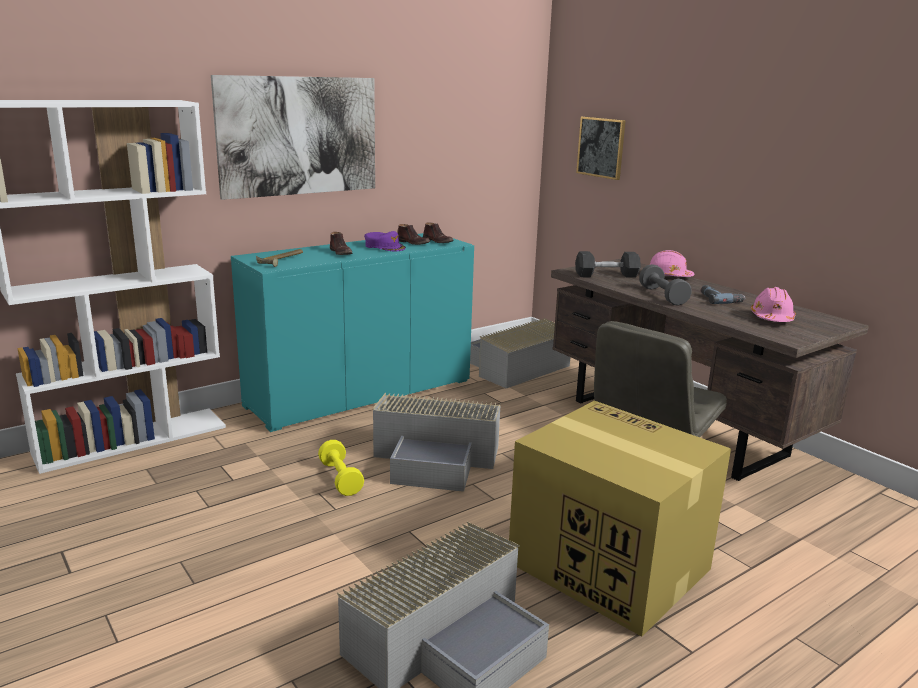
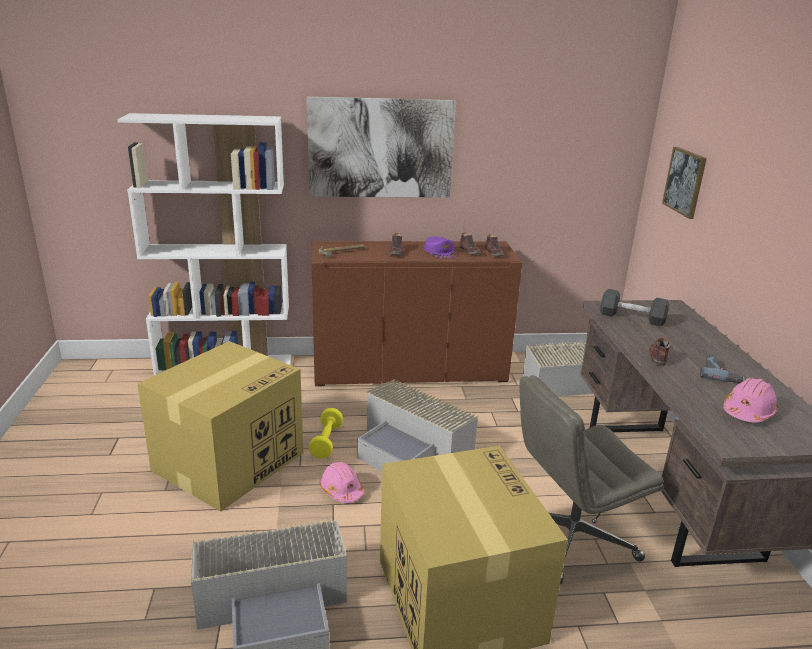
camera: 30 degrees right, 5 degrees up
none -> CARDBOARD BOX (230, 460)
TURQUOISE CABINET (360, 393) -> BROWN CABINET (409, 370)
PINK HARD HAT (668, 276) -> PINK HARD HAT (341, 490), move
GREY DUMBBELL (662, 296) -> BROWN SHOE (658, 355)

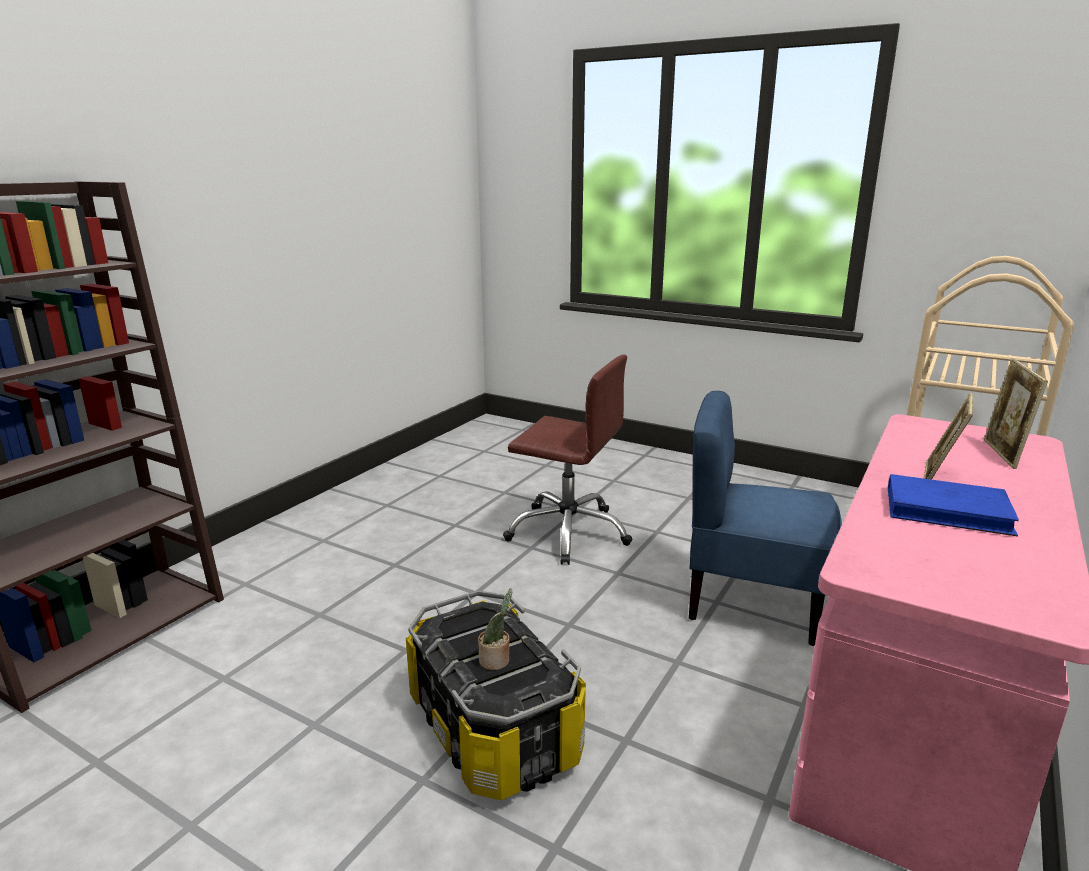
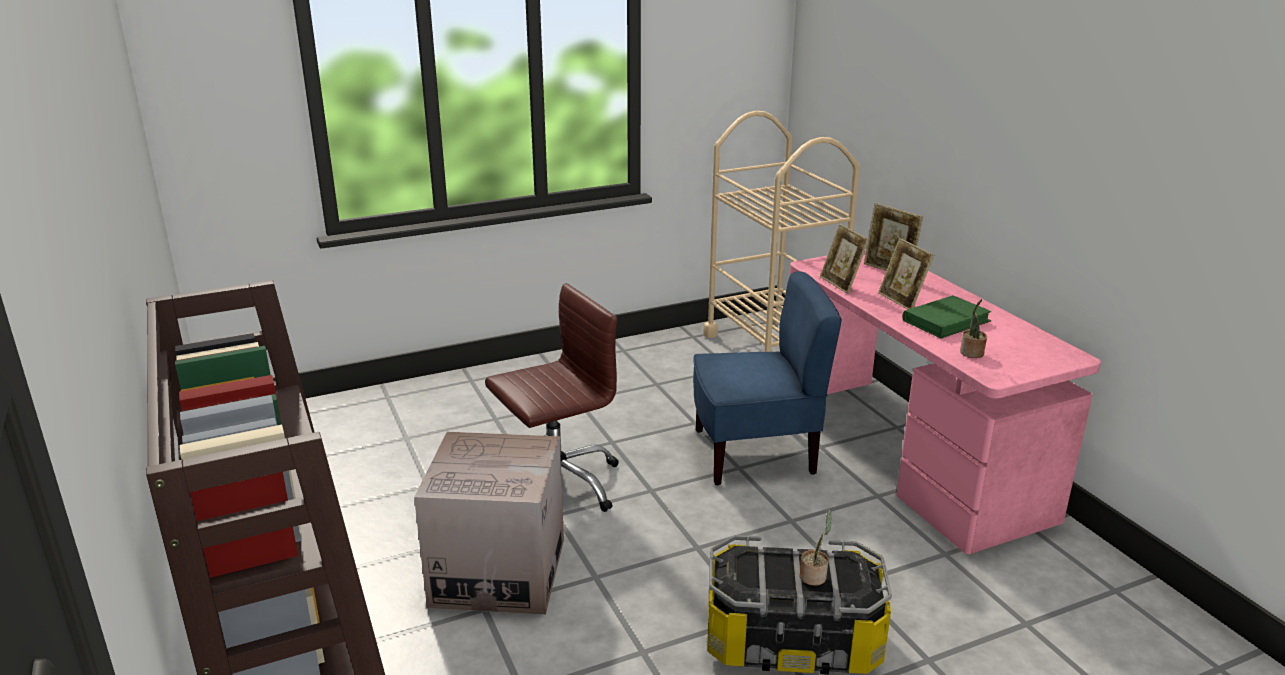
camera: 55 degrees left, 5 degrees up
none -> CARDBOARD BOX (498, 572)
BLUE CHAIR (752, 602) -> BLUE CHAIR (755, 453), 150 degrees counterclockwise
none -> PICTURE FRAME (841, 284)
BLUE BOOK (947, 511) -> GREEN BOOK (946, 321)
none -> POTTED PLANT (971, 353)

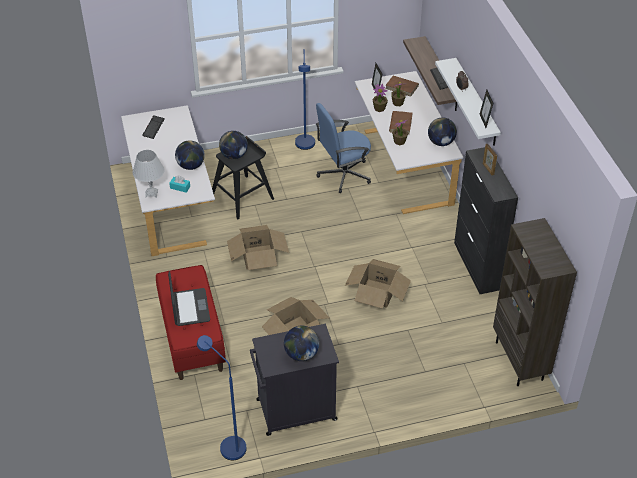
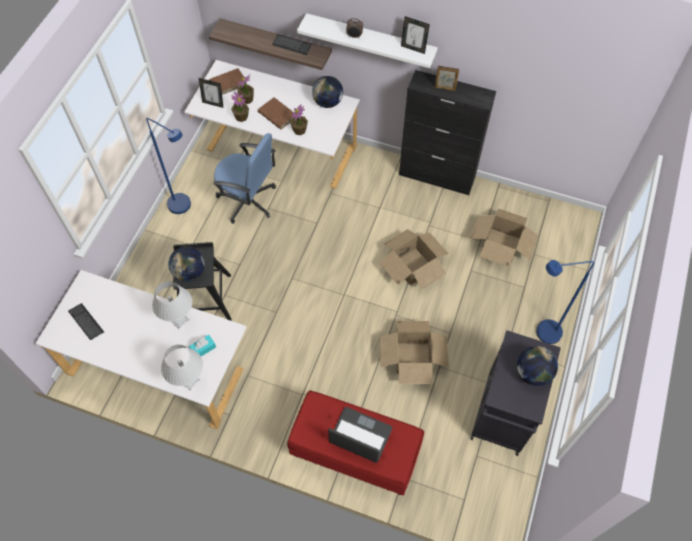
camera: 55 degrees left, 15 degrees up
GLOBE (191, 166) -> WHITE TABLE LAMP (179, 320)
BLUE OFFICE CHAIR (343, 174) -> BLUE OFFICE CHAIR (248, 200), 75 degrees counterclockwise
CARDBOARD BOX (258, 257) -> CARDBOARD BOX (501, 245), move
BLUE FLOOR LAMP (228, 444) -> BLUE FLOOR LAMP (541, 333), move
BROWN BOOKCASE (520, 361) -> none

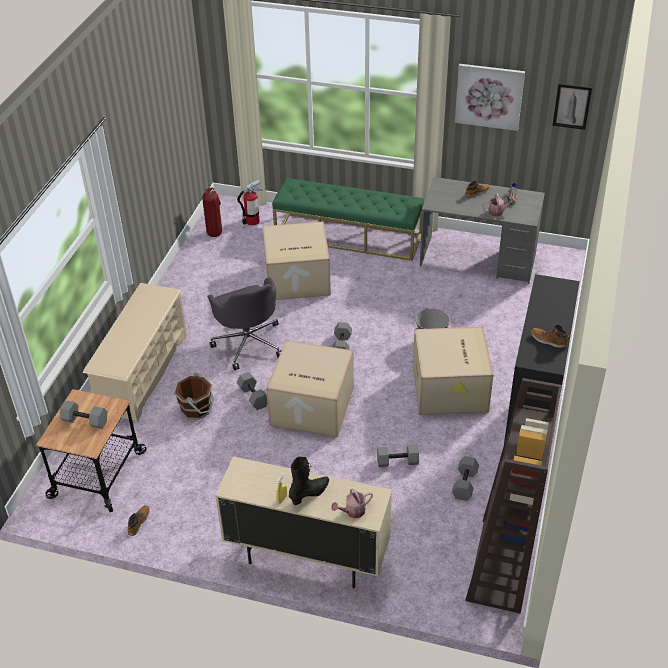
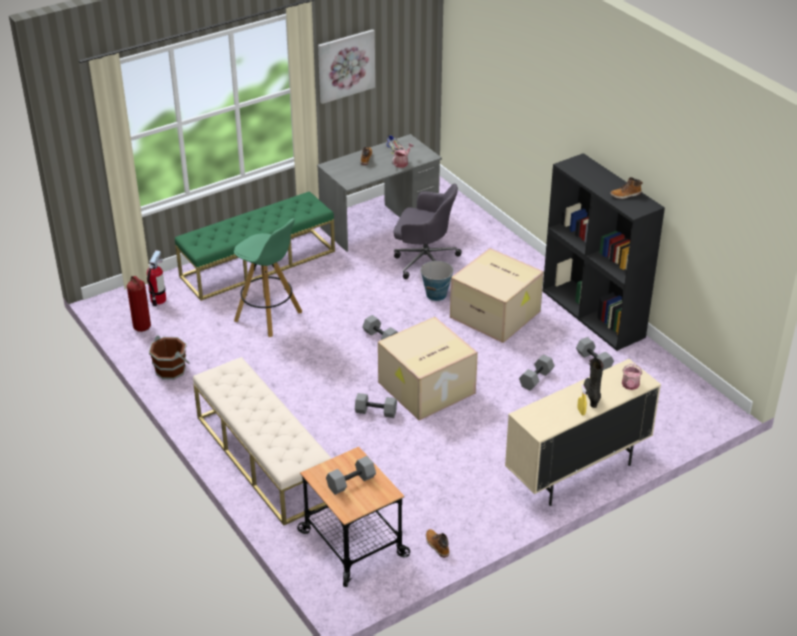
camera: 50 degrees left, 5 degrees down
BROWN BUCKET (197, 408) -> BROWN BUCKET (171, 370), move
BEIGE SHOE RACK (143, 373) -> BEIGE BENCH (263, 458)
CARDBOARD BOX (296, 279) -> GREEN STOOL (269, 317)
GREY OFFICE CHAIR (248, 343) -> GREY OFFICE CHAIR (424, 261), move
BROWN BOOKCASE (502, 565) -> none
PICTURE (572, 106) -> none

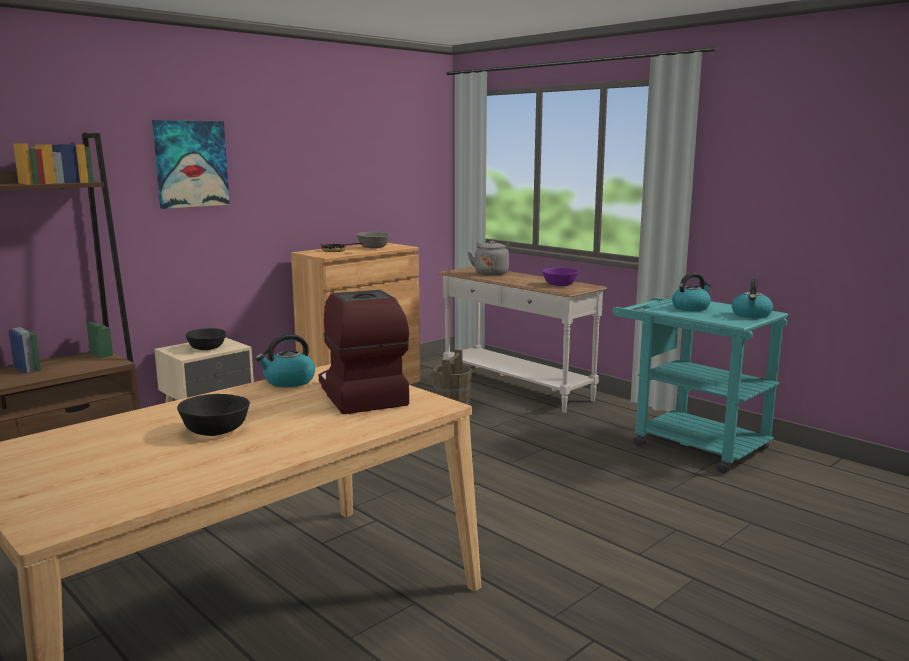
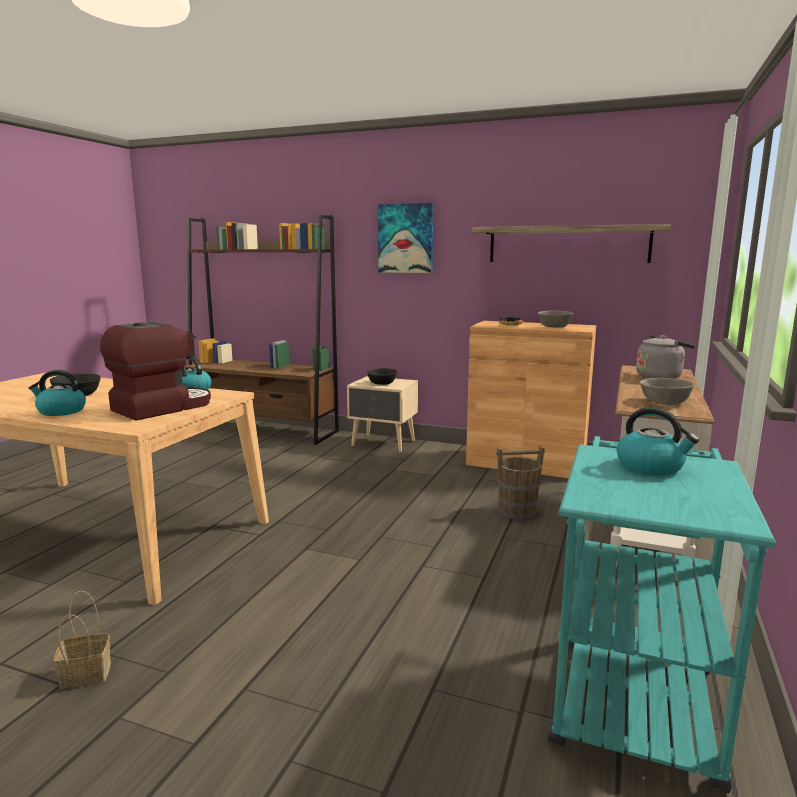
camera: 65 degrees right, 0 degrees up
KETTLE (751, 315) -> KETTLE (60, 411), move
none -> BASKET (84, 675)
none -> SHELF (568, 244)
PURPLE BOWL (559, 285) -> GREY BOWL (664, 402)

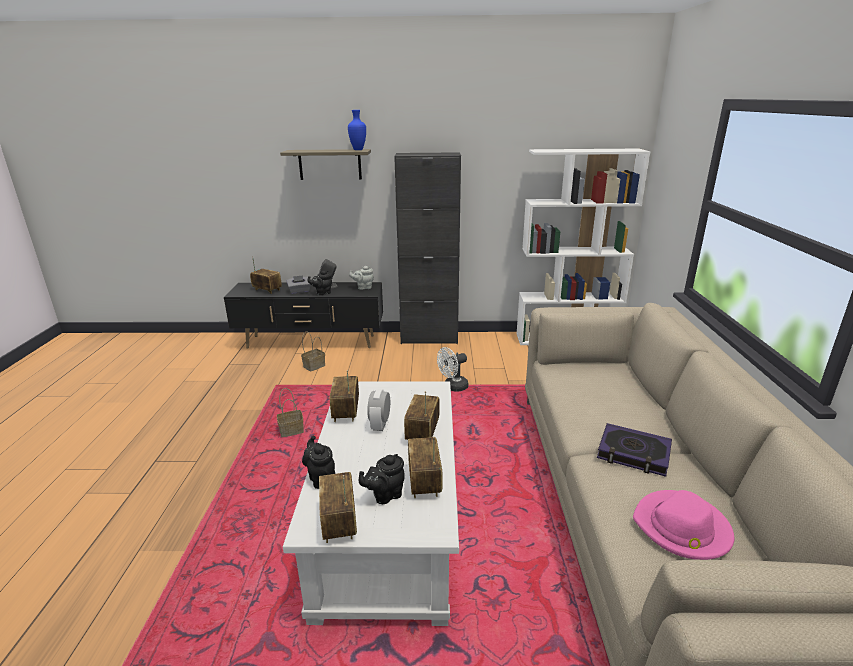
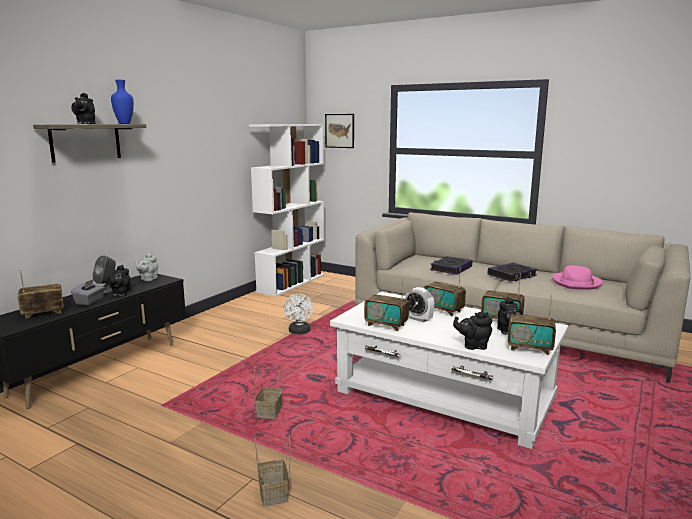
camera: 60 degrees left, 10 degrees down
none -> BLACK TEAPOT (85, 124)
BASKET (314, 366) -> BASKET (274, 494), move
none -> PICTURE (339, 131)
none -> BOOK (451, 268)
BLACK CABINET (429, 338) -> none

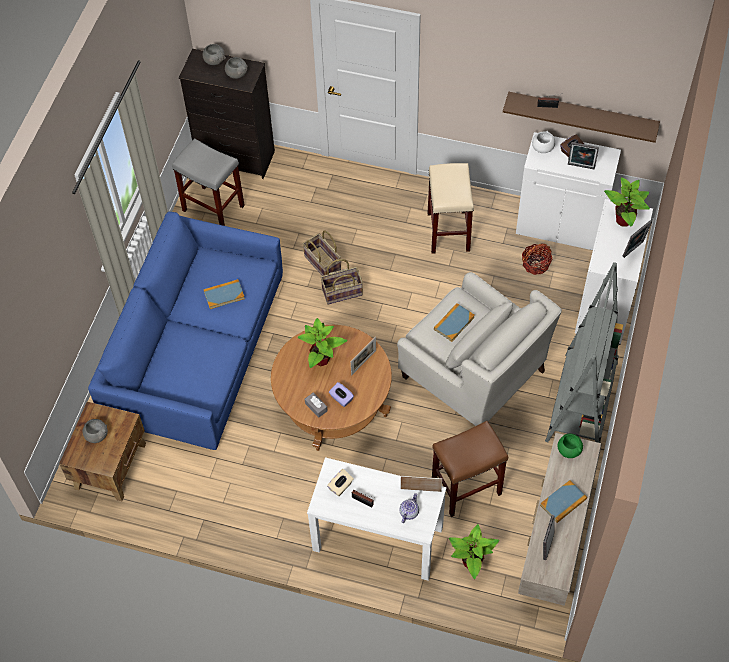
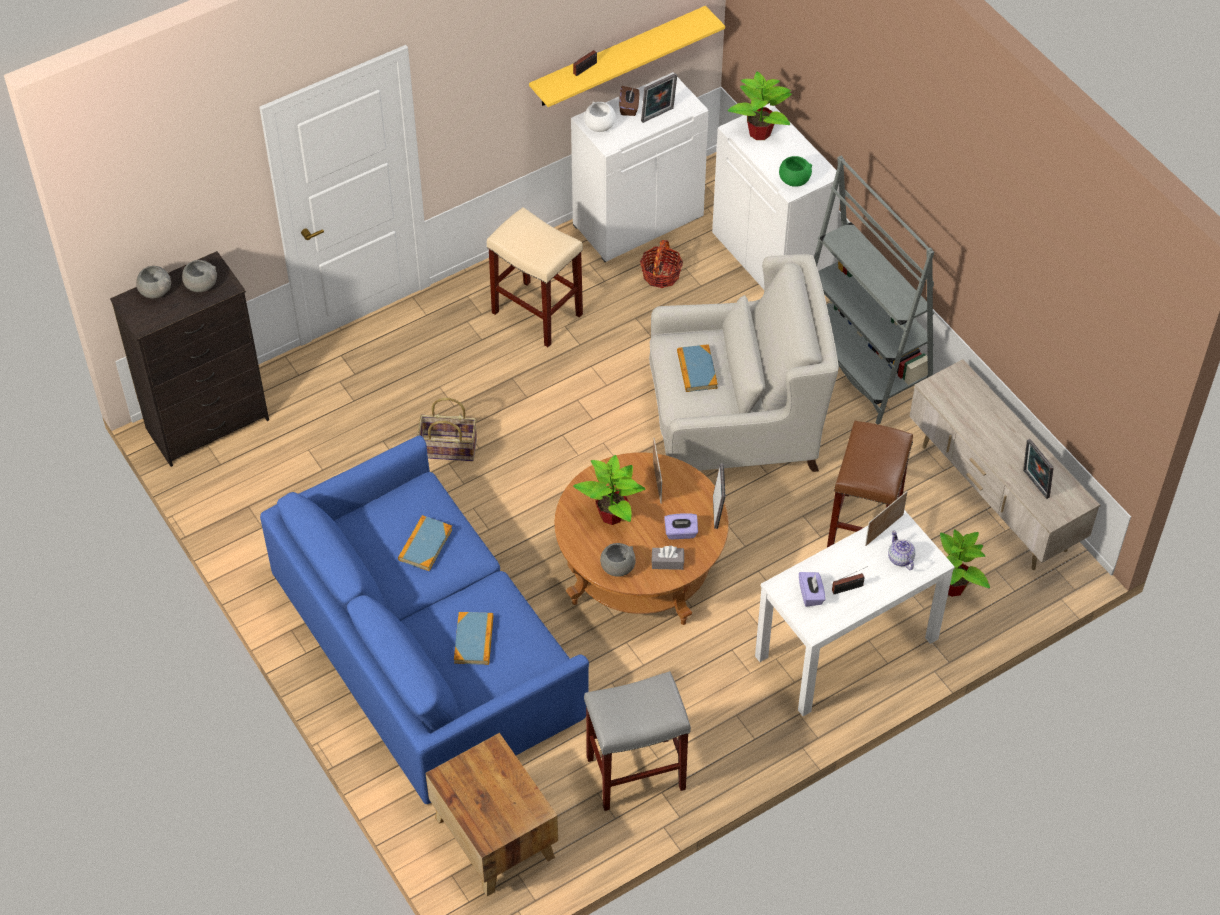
camera: 50 degrees left, 5 degrees down
BOOK (563, 502) -> BOOK (474, 640), move
BROWN SHELF (582, 115) -> YELLOW SHELF (618, 57)
GREY STOOL (212, 208) -> GREY STOOL (634, 774), move
GREY BOWL (96, 435) -> GREY BOWL (617, 567), move
PICTURE FRAME (634, 250) -> PICTURE FRAME (718, 512), move
GREEN BOWL (569, 450) -> GREEN BOWL (794, 180), move
BEIGE TISSUE BOX (341, 486) -> PURPLE TISSUE BOX (811, 595)
BASKET (342, 291) -> none

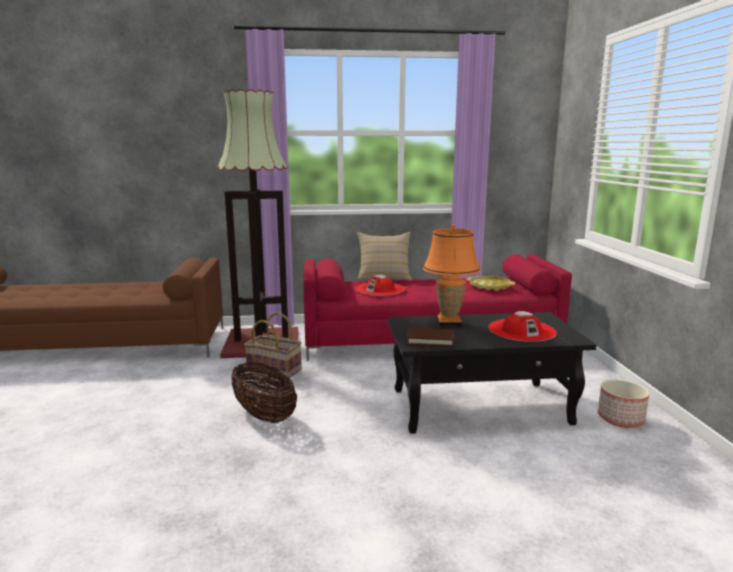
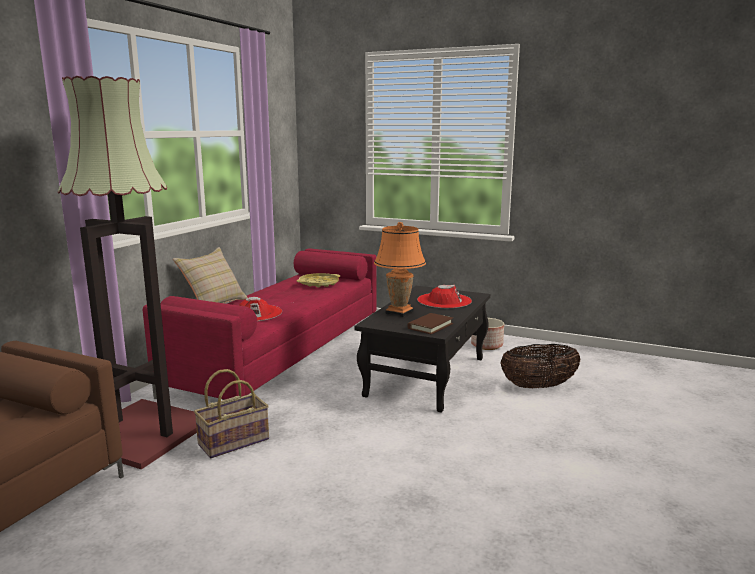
camera: 60 degrees left, 0 degrees up
BASKET (264, 416) -> BASKET (538, 386), move

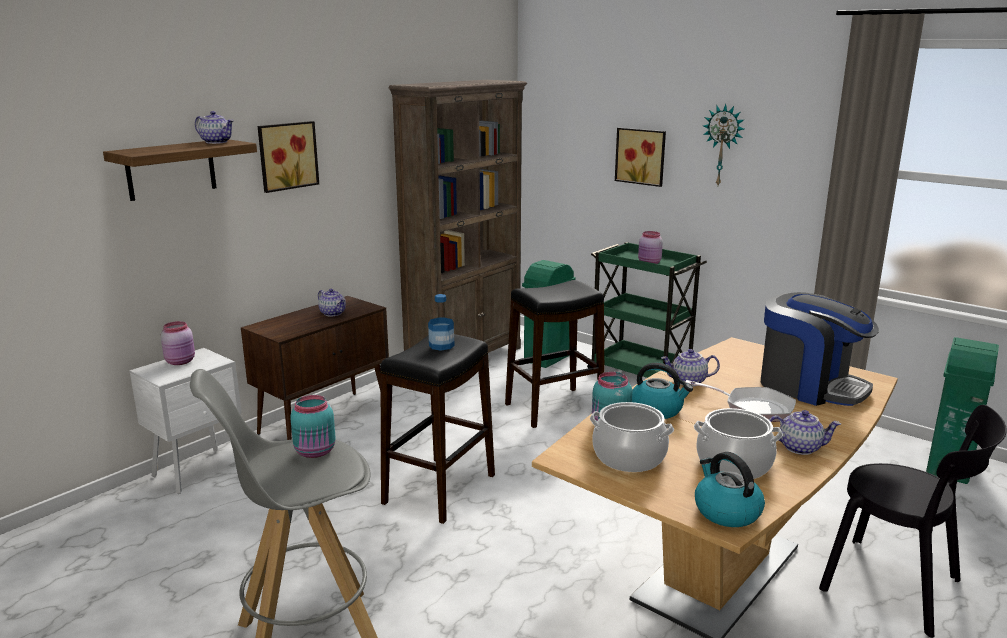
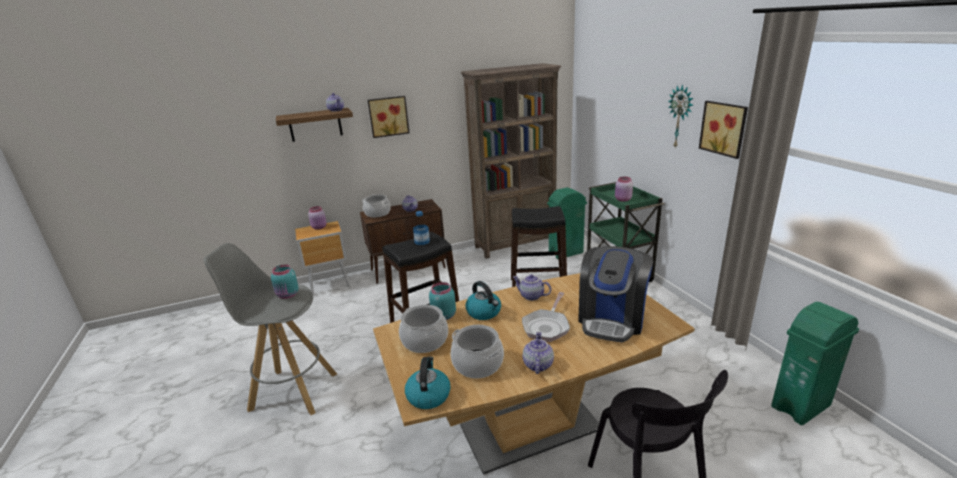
camera: 30 degrees right, 5 degrees up
WHITE NIGHTSTAND (200, 471) -> BROWN NIGHTSTAND (330, 285)
none -> COOKING POT (377, 213)
FRYING PAN (753, 408) -> FRYING PAN (547, 326), 60 degrees clockwise
TEAPOT (800, 447) -> TEAPOT (537, 364), 120 degrees counterclockwise
COFFEE MACHINE (810, 386) -> COFFEE MACHINE (612, 319), 45 degrees clockwise
PICTURE (641, 156) -> PICTURE (724, 128), move

